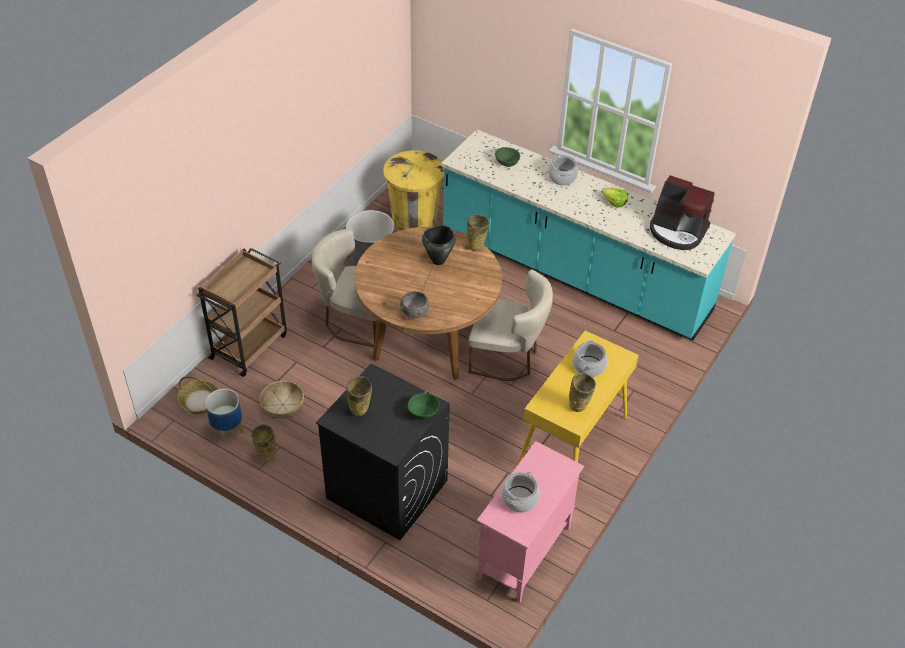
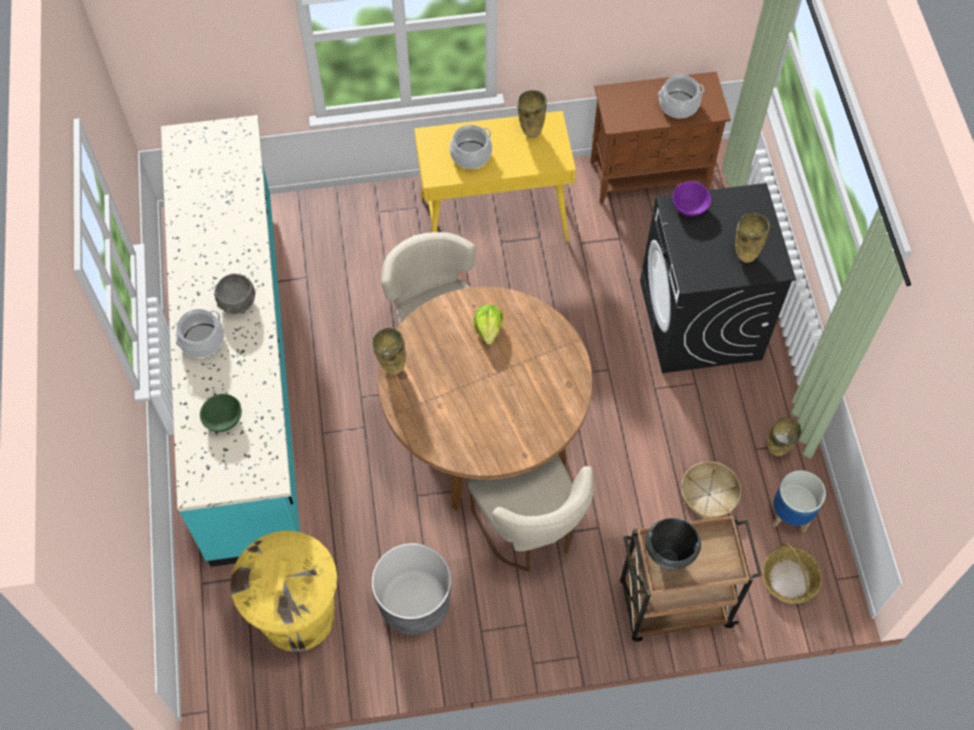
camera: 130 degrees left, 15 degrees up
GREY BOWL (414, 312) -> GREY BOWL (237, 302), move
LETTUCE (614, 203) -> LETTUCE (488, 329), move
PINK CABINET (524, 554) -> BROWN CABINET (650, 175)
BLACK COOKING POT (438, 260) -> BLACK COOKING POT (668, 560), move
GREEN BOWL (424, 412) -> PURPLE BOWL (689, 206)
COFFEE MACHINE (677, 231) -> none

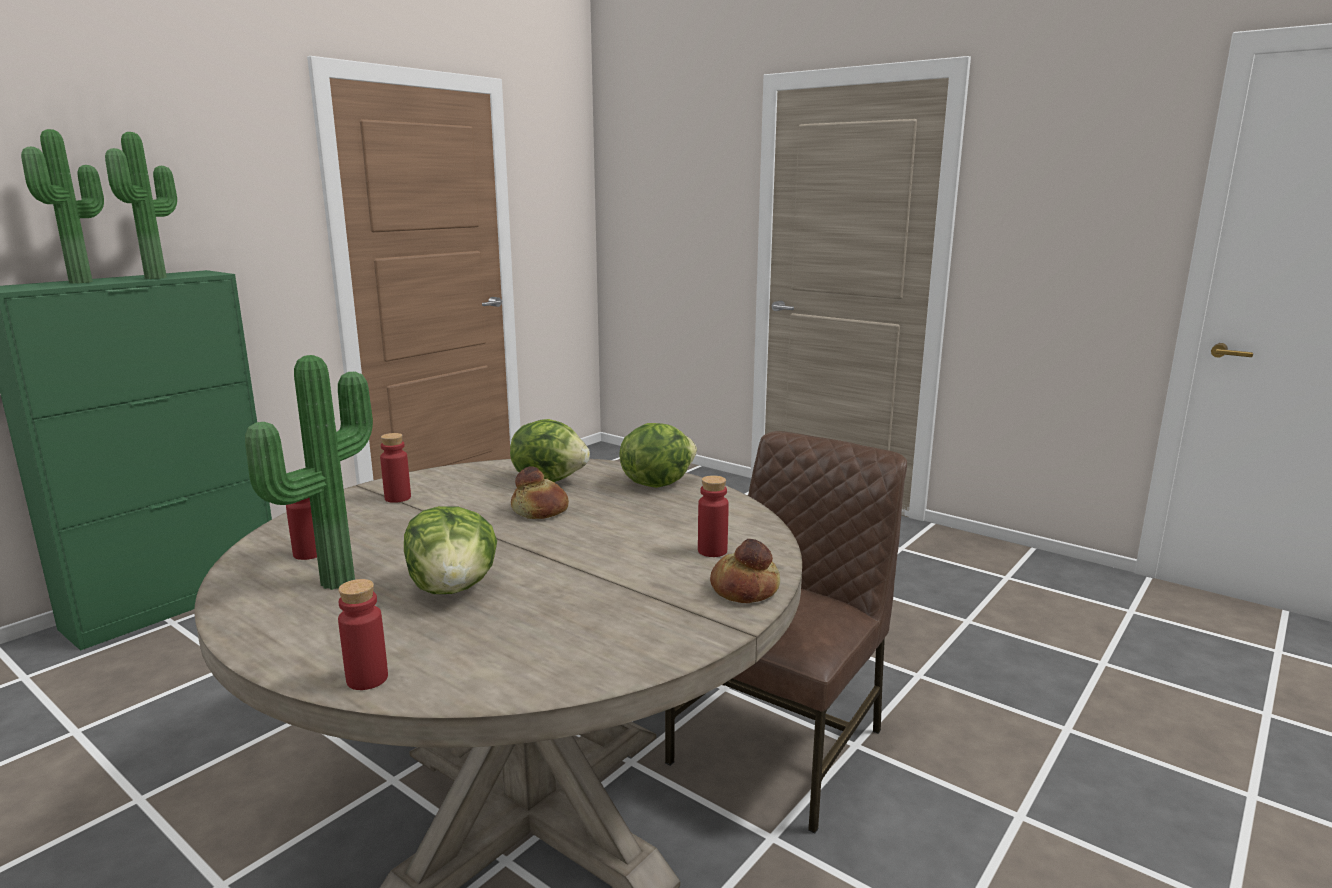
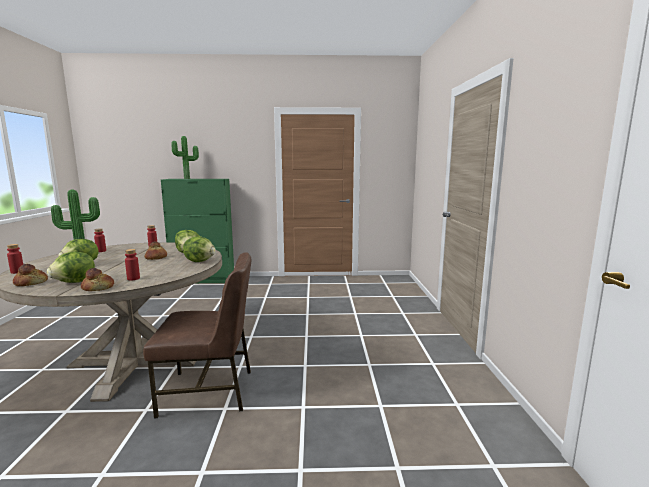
camera: 50 degrees right, 5 degrees down
none -> BREAD (31, 283)
none -> LETTUCE (75, 282)
POTTED PLANT (159, 277) -> none

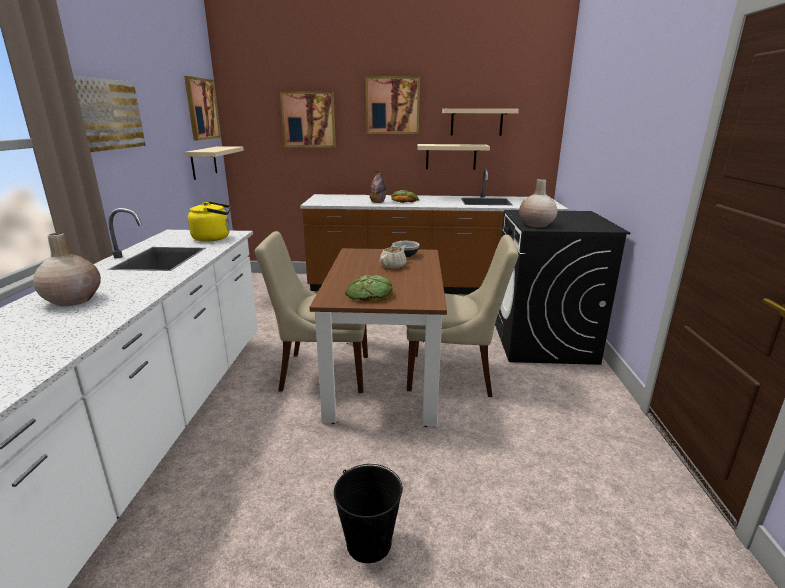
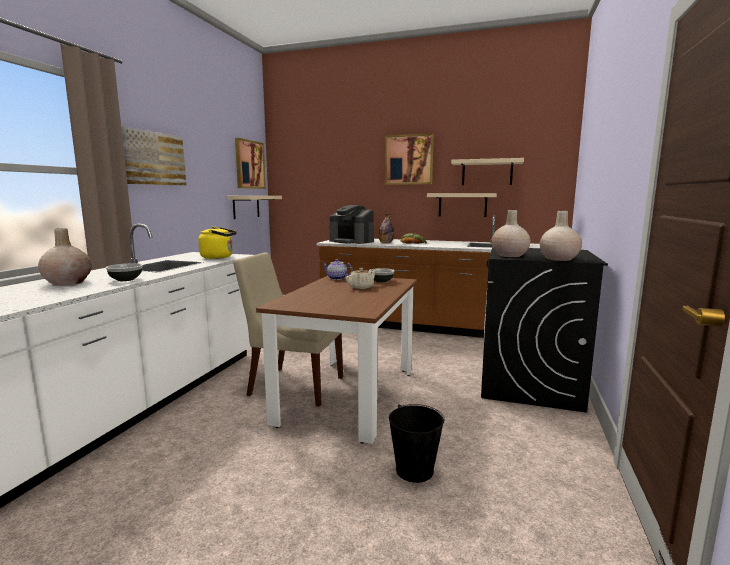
camera: 15 degrees right, 10 degrees down
none -> BOWL (125, 279)
none -> TEAPOT (336, 278)
none -> COFFEE MACHINE (352, 241)
BLACK BUCKET (368, 543) -> BLACK BUCKET (414, 470), move
none -> BEIGE VASE (558, 259)
PICTURE (308, 119) -> none
BREAD (369, 294) -> none
BEIGE CHAIR (454, 375) -> none

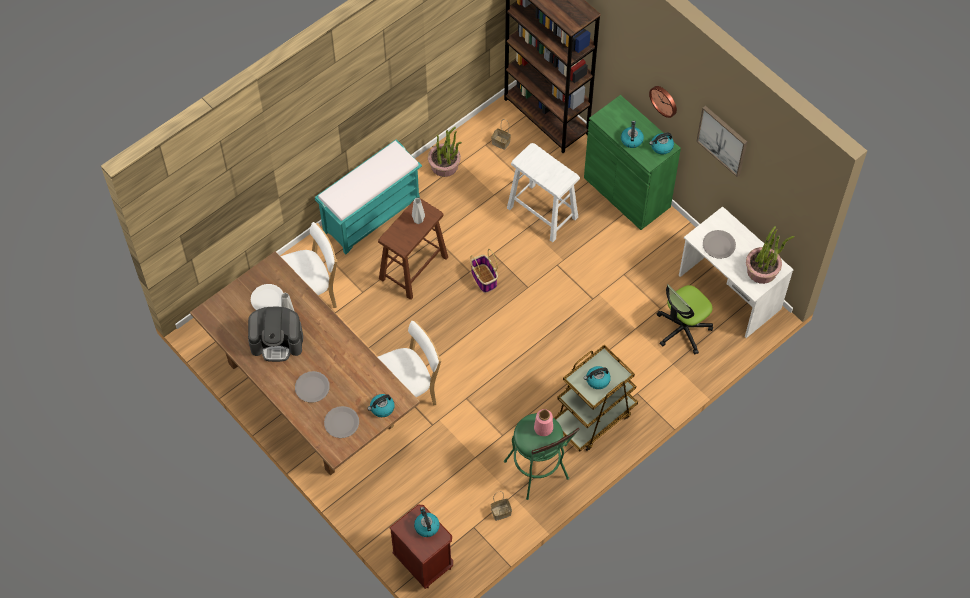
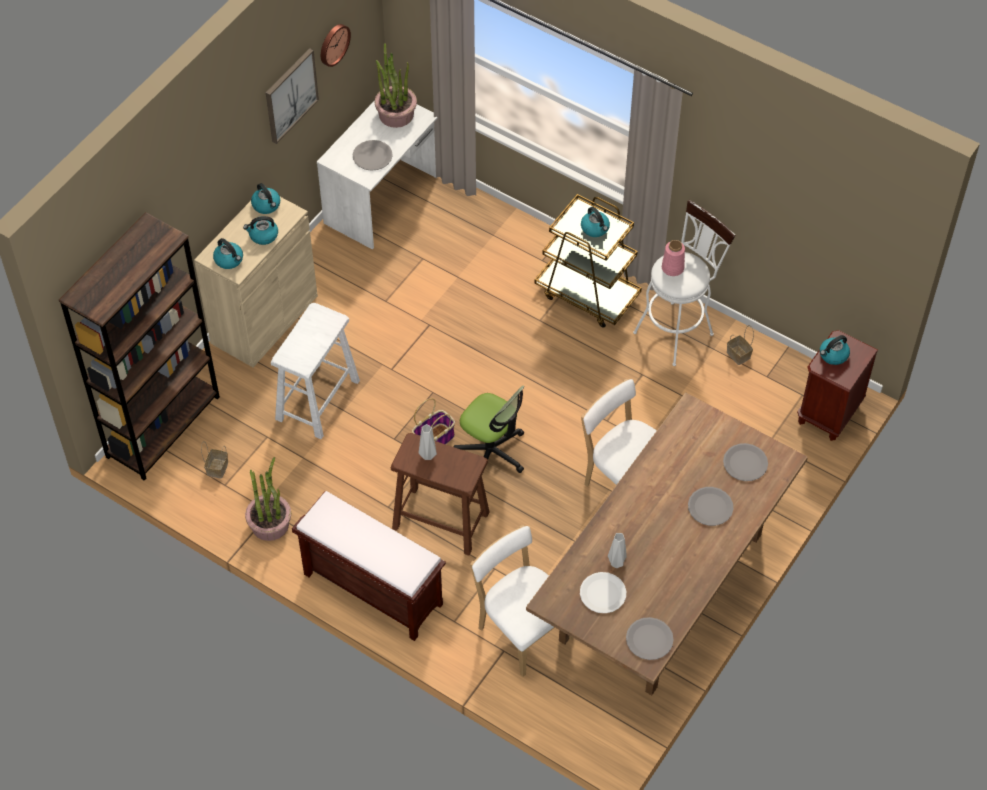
camera: 105 degrees left, 5 degrees down
GREEN CABINET (627, 192) -> BEIGE CABINET (264, 319)
KETTLE (382, 408) -> KETTLE (229, 260), move
TURQUOISE BENCH (372, 214) -> BROWN BENCH (371, 589)
WALL CLOCK (664, 100) -> WALL CLOCK (333, 44), move
OFFICE CHAIR (682, 329) -> OFFICE CHAIR (491, 453), move
none -> GREY PLATE (649, 639)
GREEN STOOL (539, 474) -> WHITE STOOL (678, 329)
COFFEE MACHINE (277, 341) -> none

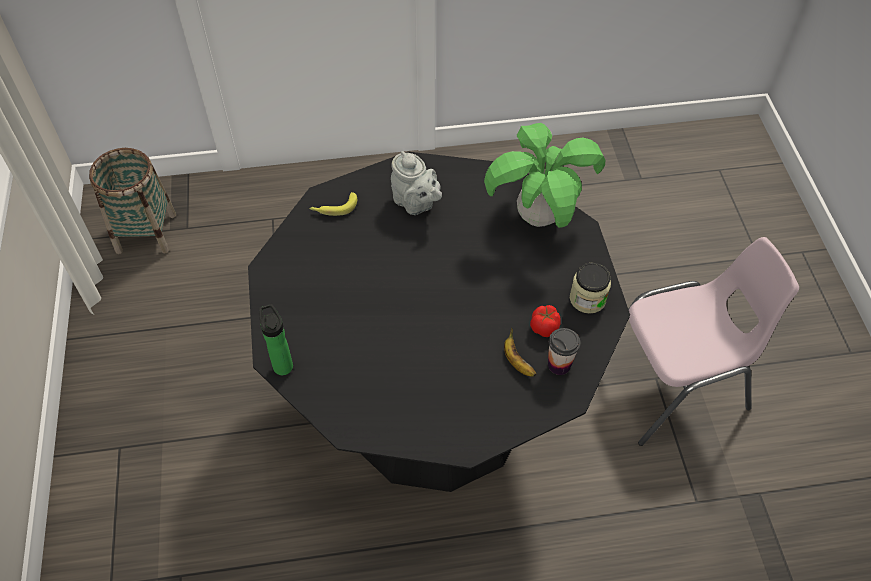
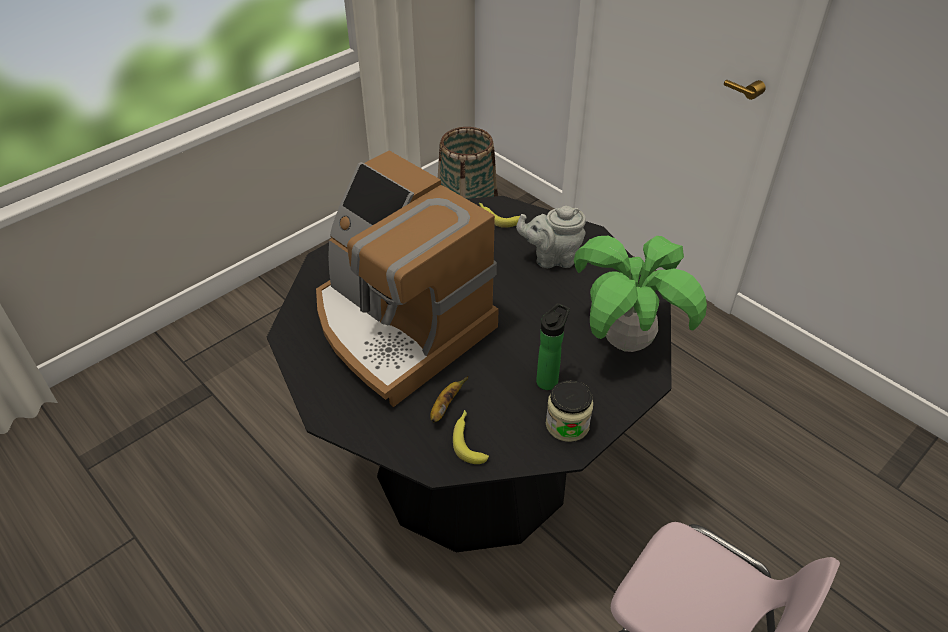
camera: 55 degrees right, 10 degrees down
none -> COFFEE MACHINE (398, 326)
CUP (559, 365) -> BANANA (469, 440)
GREY TEAPOT (415, 204) -> GREY TEAPOT (552, 258), 75 degrees clockwise
BOTTLE (282, 364) -> BOTTLE (549, 380), move
TOMATO (544, 327) -> none

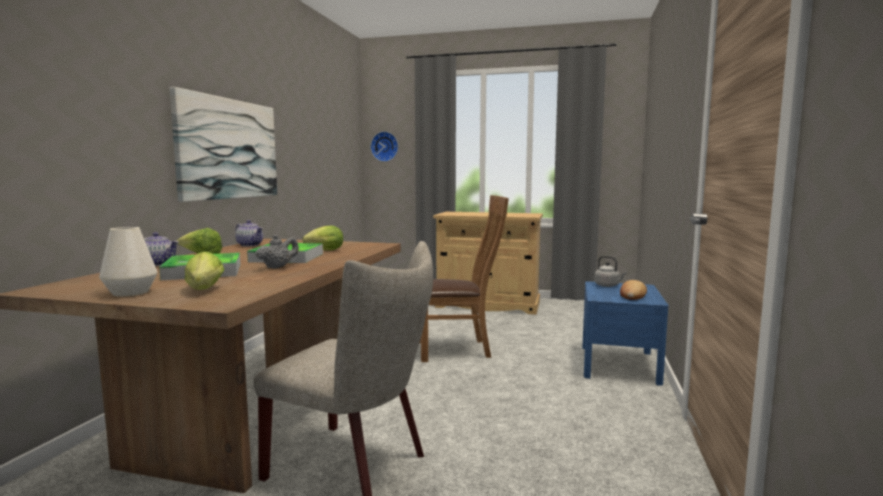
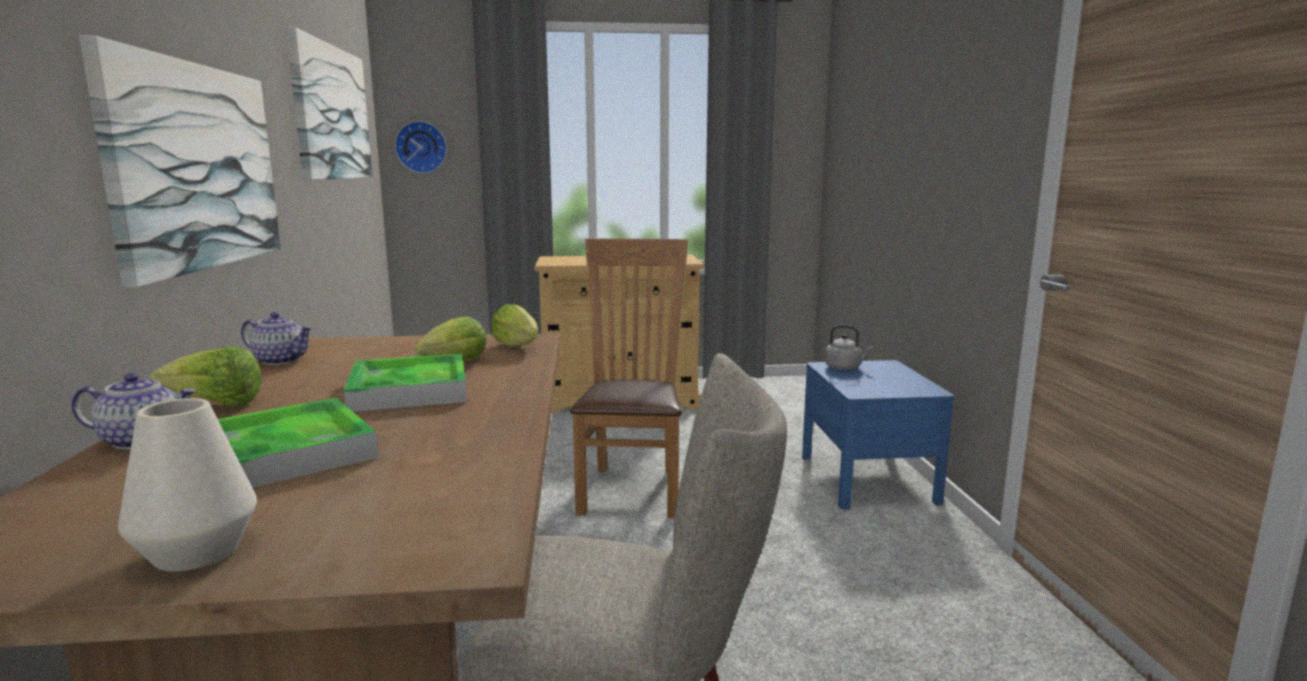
camera: 20 degrees left, 5 degrees up
none -> PICTURE (331, 113)
LETTUCE (204, 290) -> LETTUCE (518, 347), move
BROWN CHAIR (458, 349) -> BROWN CHAIR (633, 488), 60 degrees counterclockwise
GREY TEAPOT (278, 267) -> none
BREAD (632, 295) -> none

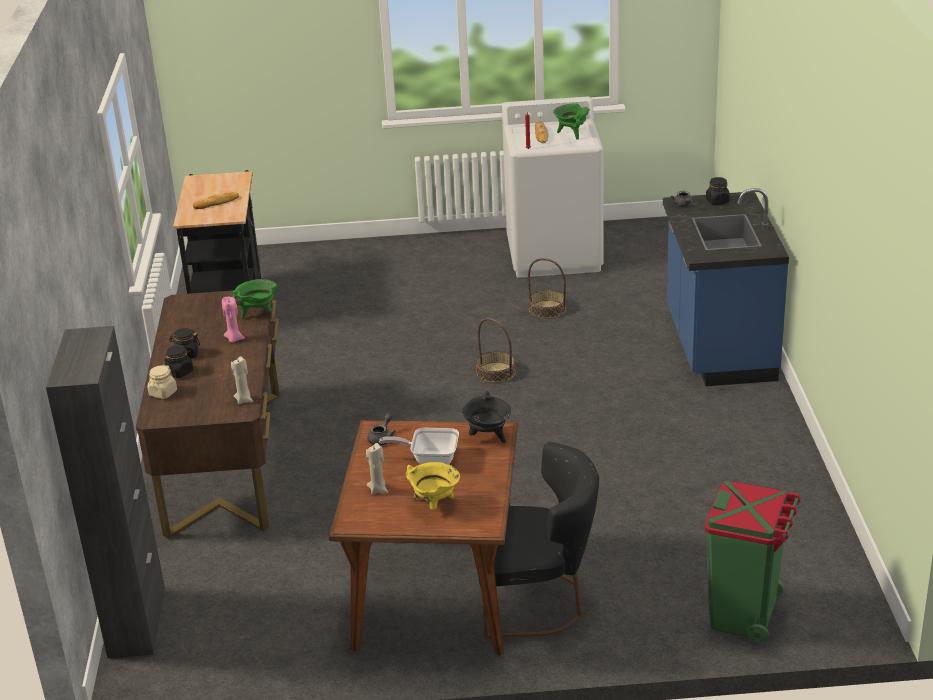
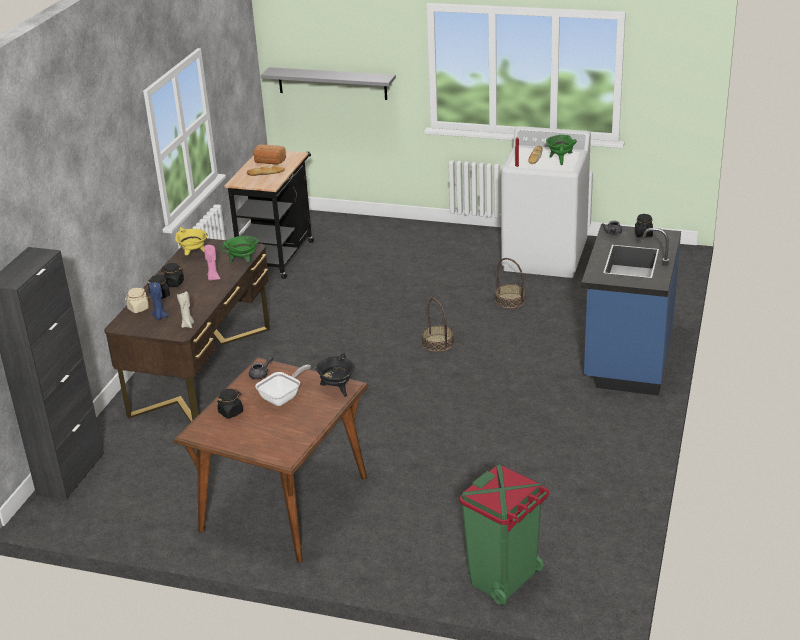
camera: 20 degrees right, 0 degrees up
none -> BLUE CANDLE (159, 317)
YELLOW COOKING POT (434, 504) -> YELLOW COOKING POT (193, 254), move
BEIGE CANDLE (378, 490) -> BLACK JAR (231, 412)
none -> BREAD (269, 162)
FRYING PAN (430, 459) -> FRYING PAN (283, 397), 105 degrees clockwise
none -> GREY SHELF (332, 83)
BLACK CHAIR (537, 602) -> none

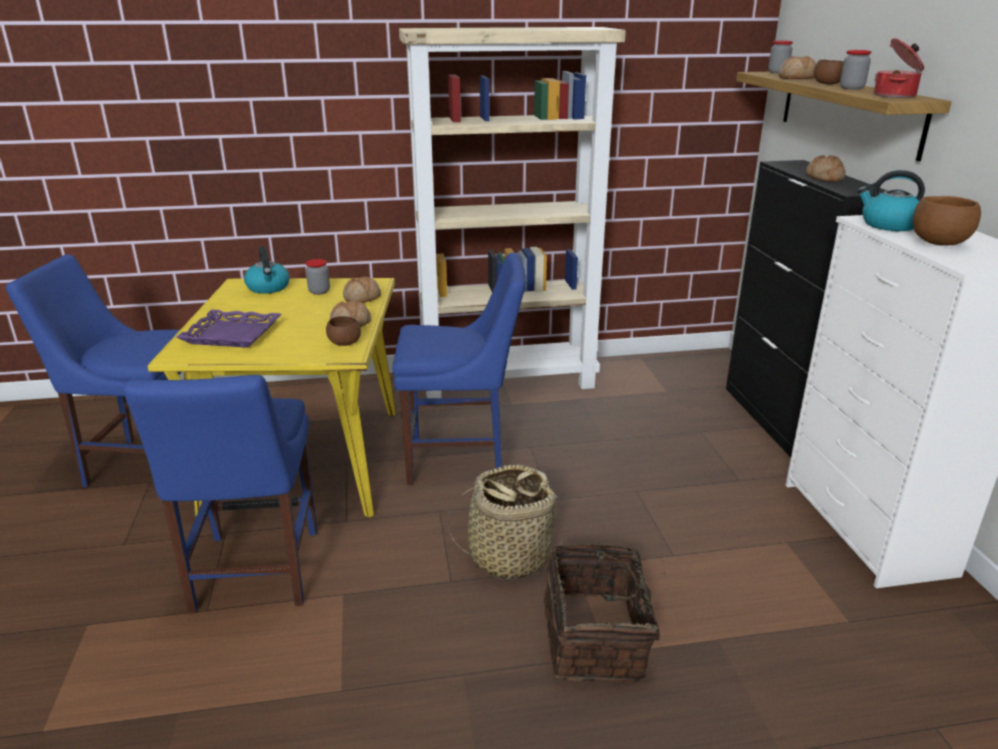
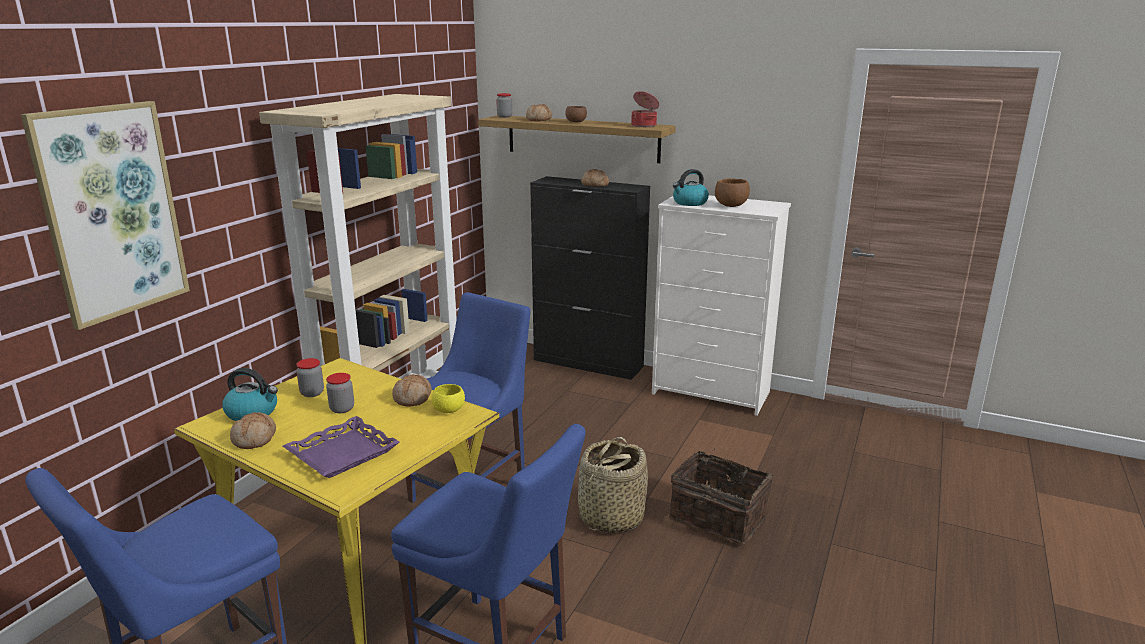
camera: 55 degrees left, 5 degrees down
none -> PICTURE (111, 212)
BREAD (362, 298) -> BREAD (255, 439), move
JAR (851, 88) -> JAR (342, 409), move
BROWN BOWL (344, 343) -> YELLOW BOWL (449, 410)

